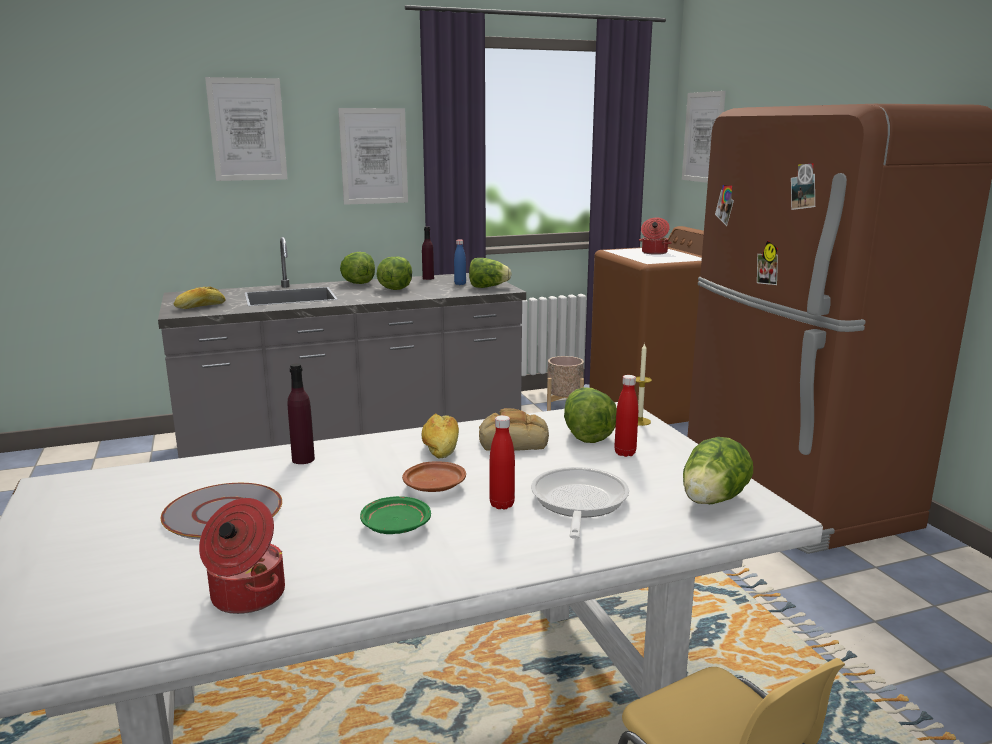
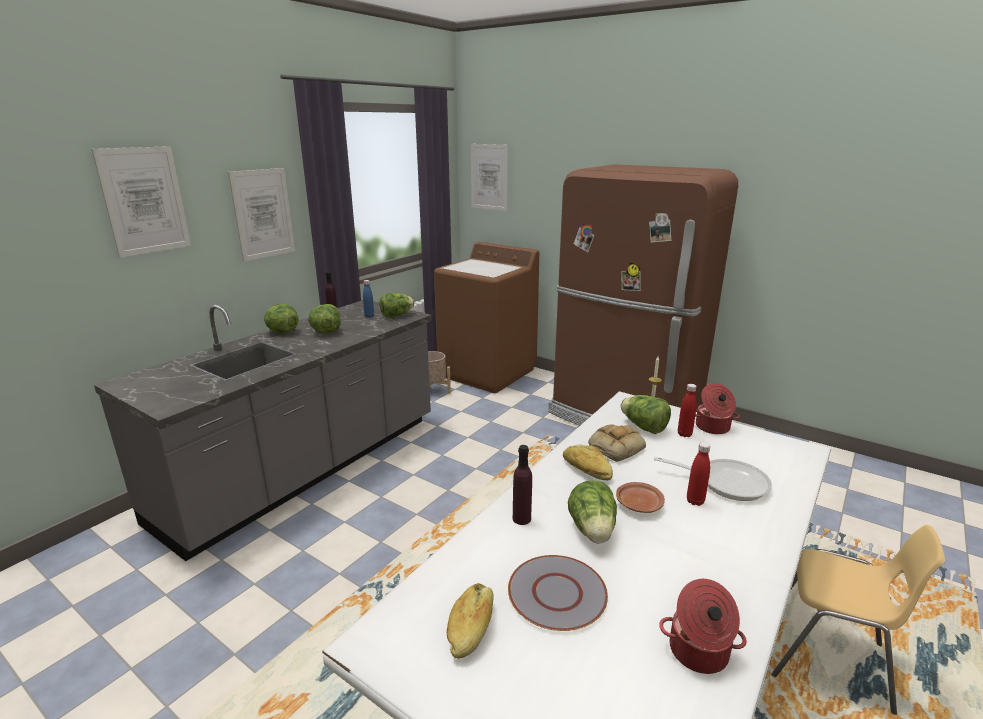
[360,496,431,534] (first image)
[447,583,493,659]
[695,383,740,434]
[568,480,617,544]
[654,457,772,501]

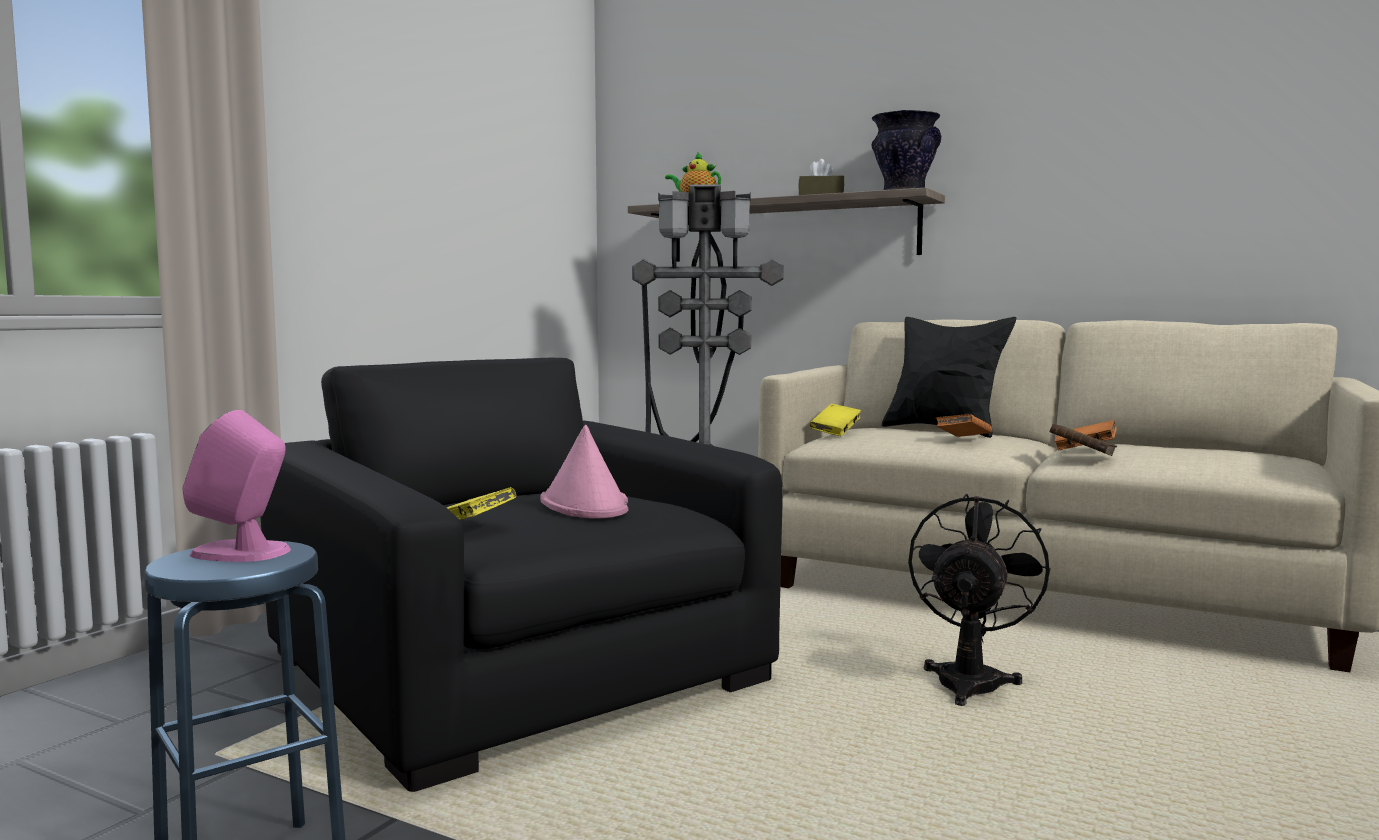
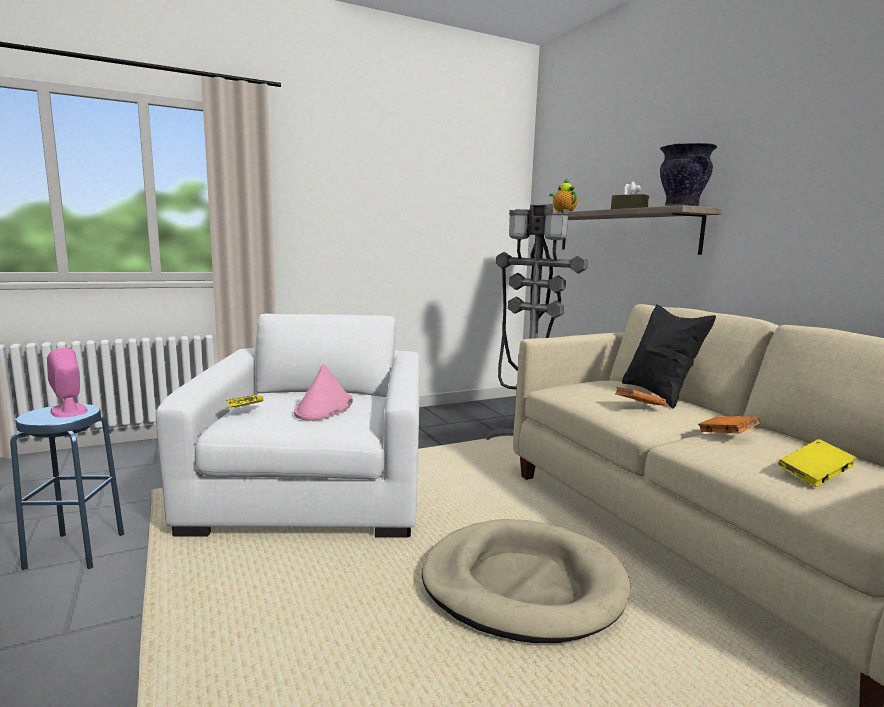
[1049,424,1117,456] (first image)
[778,439,857,487]
[422,519,631,643]
[156,314,420,538]

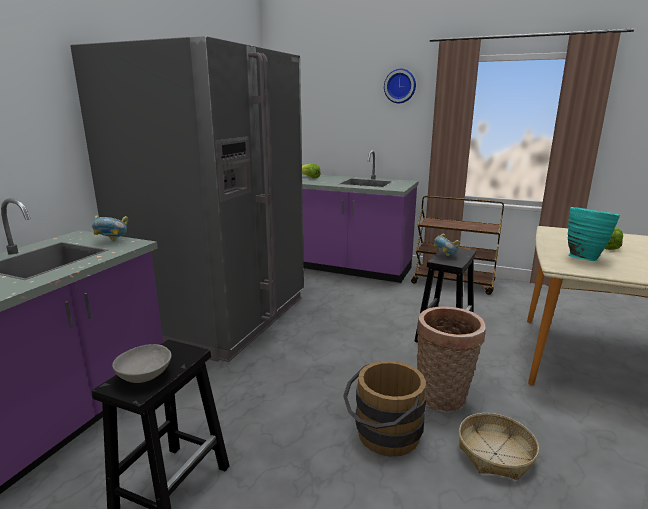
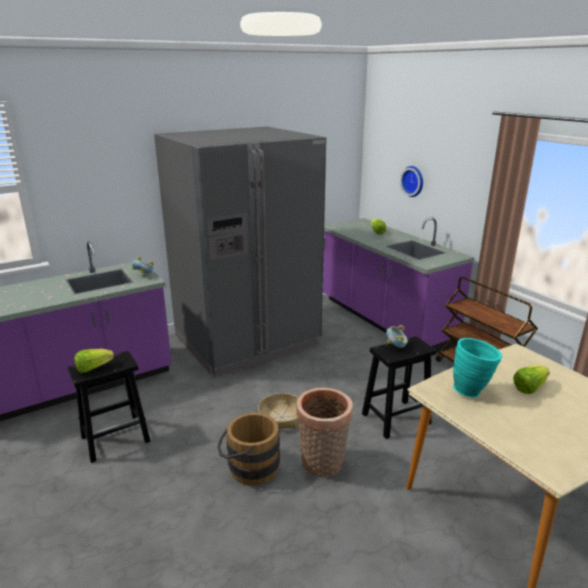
[400,166,423,197]
[258,393,299,429]
[74,349,114,373]

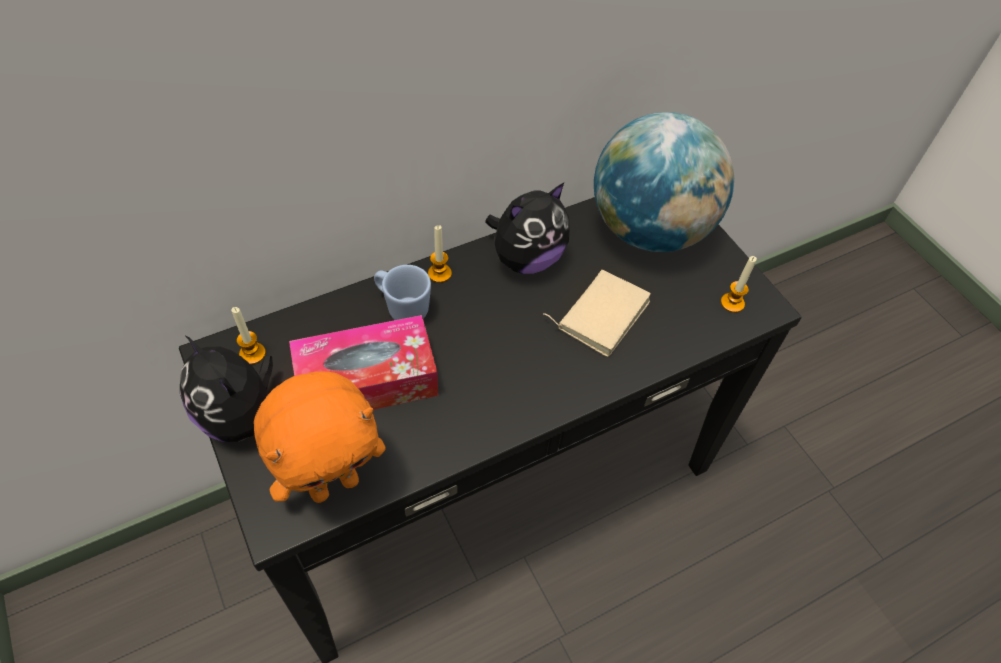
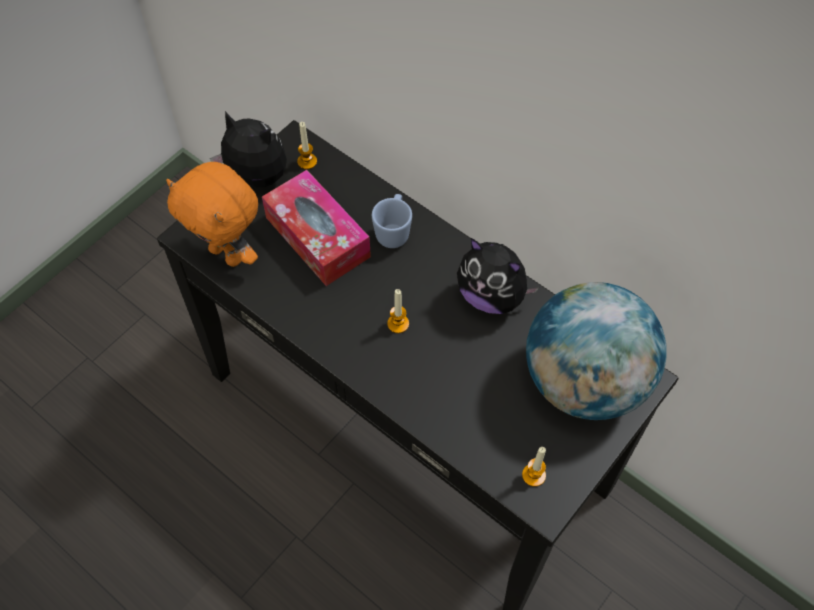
[544,270,651,357] (first image)
[387,289,409,333]
[210,111,287,187]

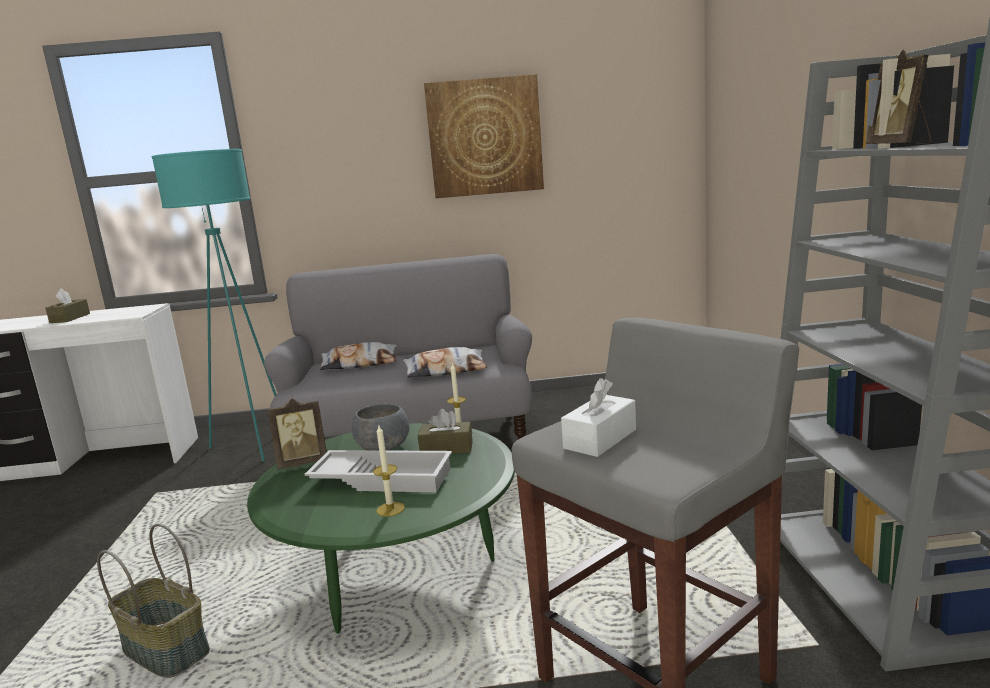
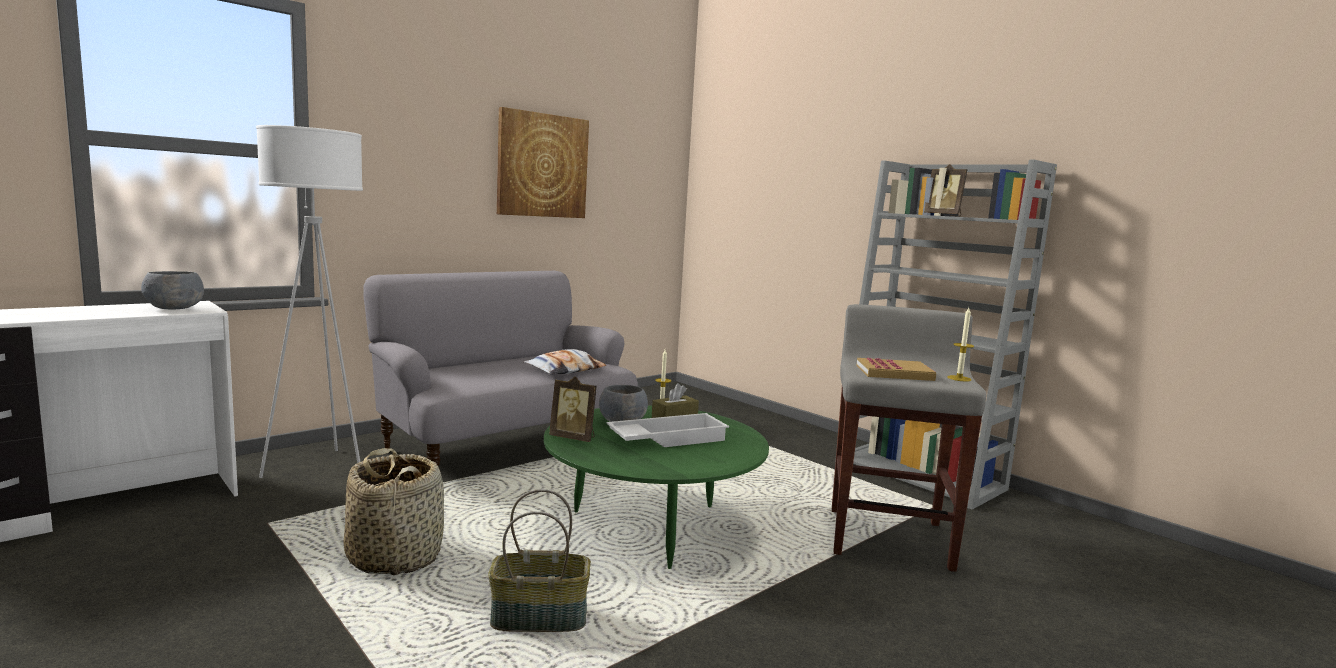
[45,288,90,323] (first image)
[319,342,397,370] (first image)
[141,271,204,310]
[344,448,444,575]
[948,308,974,381]
[856,358,936,381]
[256,125,363,478]
[549,376,597,442]

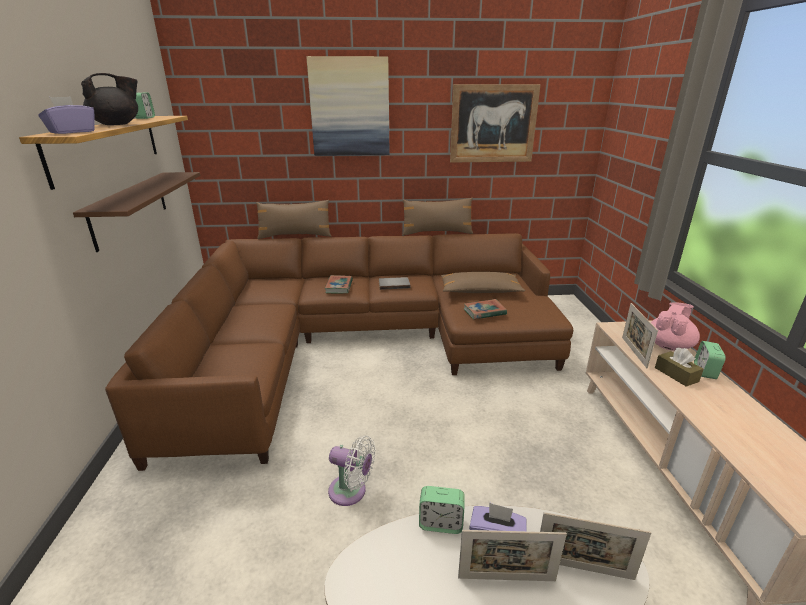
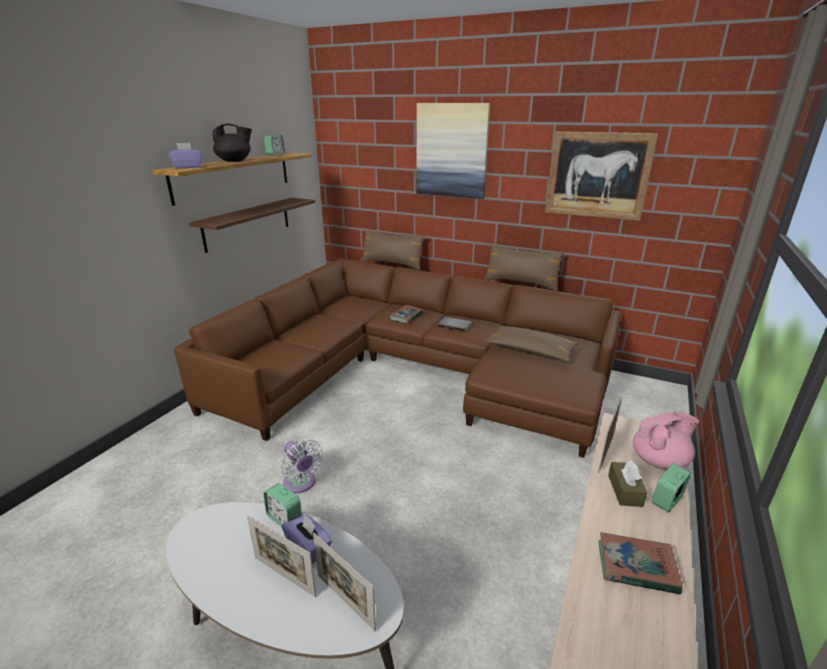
[598,532,683,594]

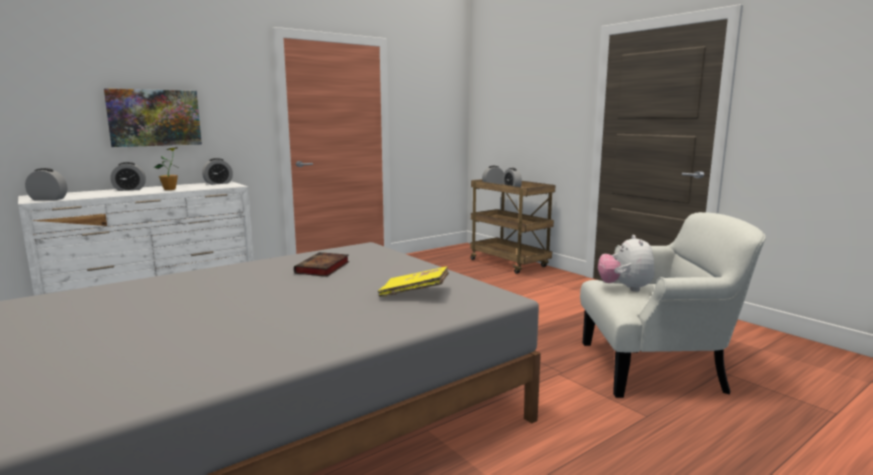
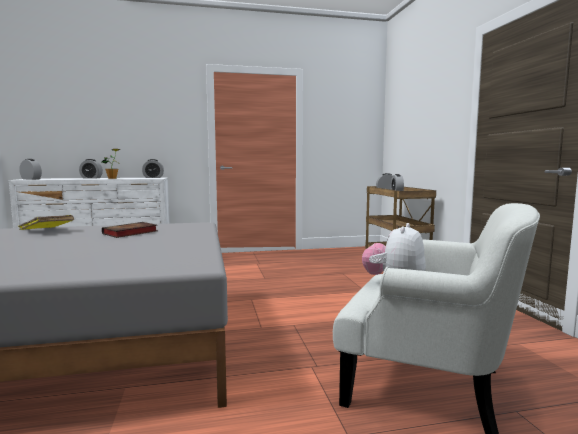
[104,88,202,147] (first image)
[18,215,74,230]

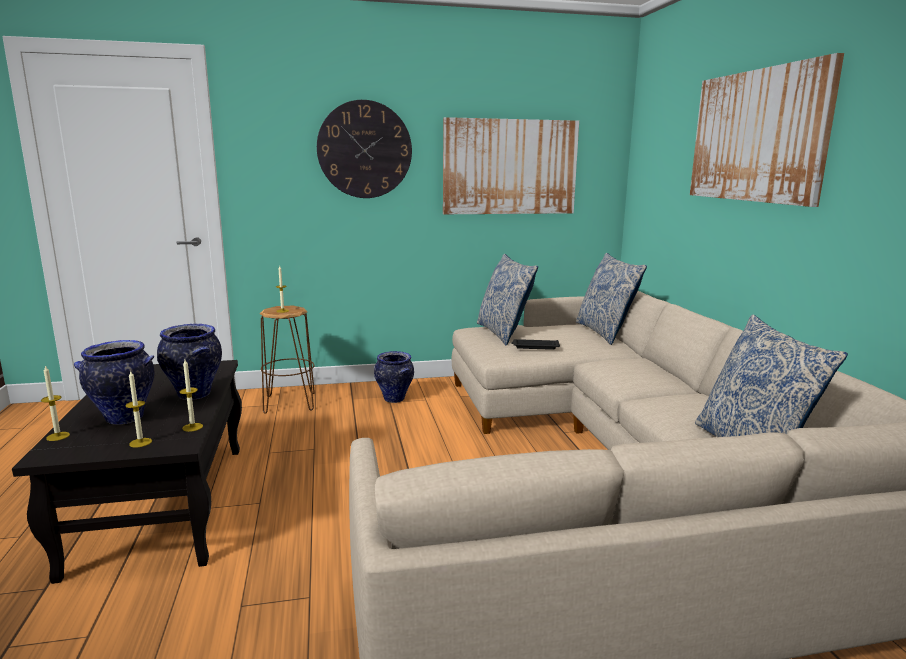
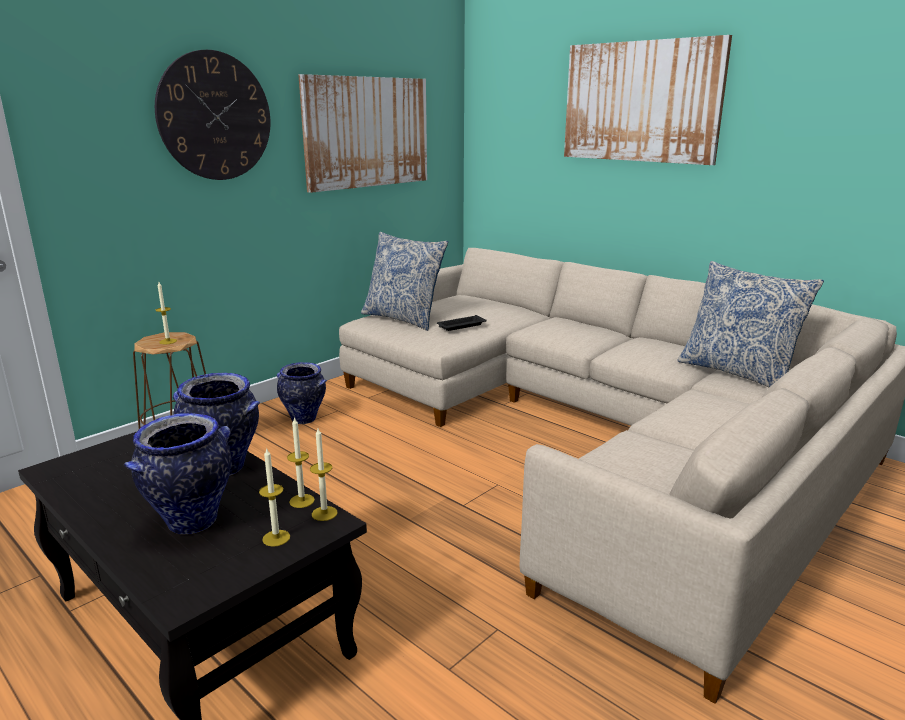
[576,253,647,345] (first image)
[310,428,338,521]

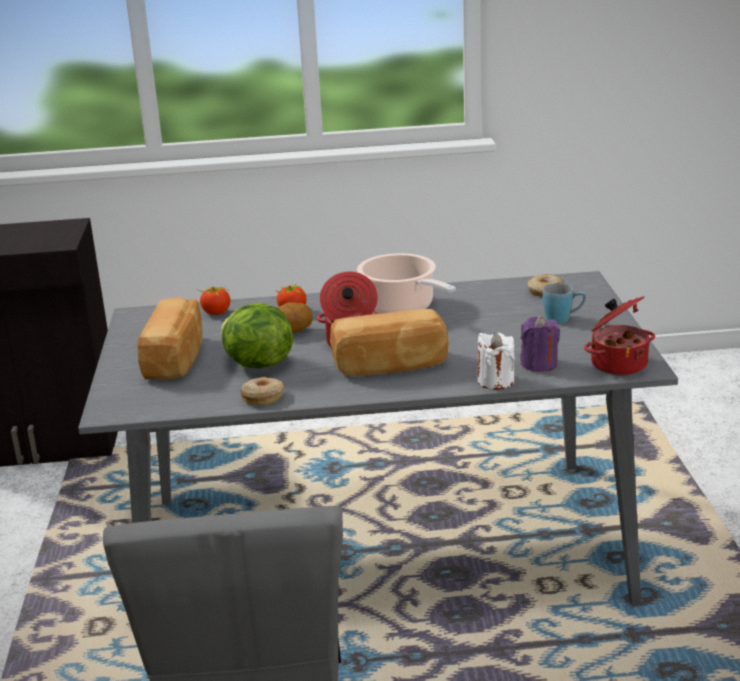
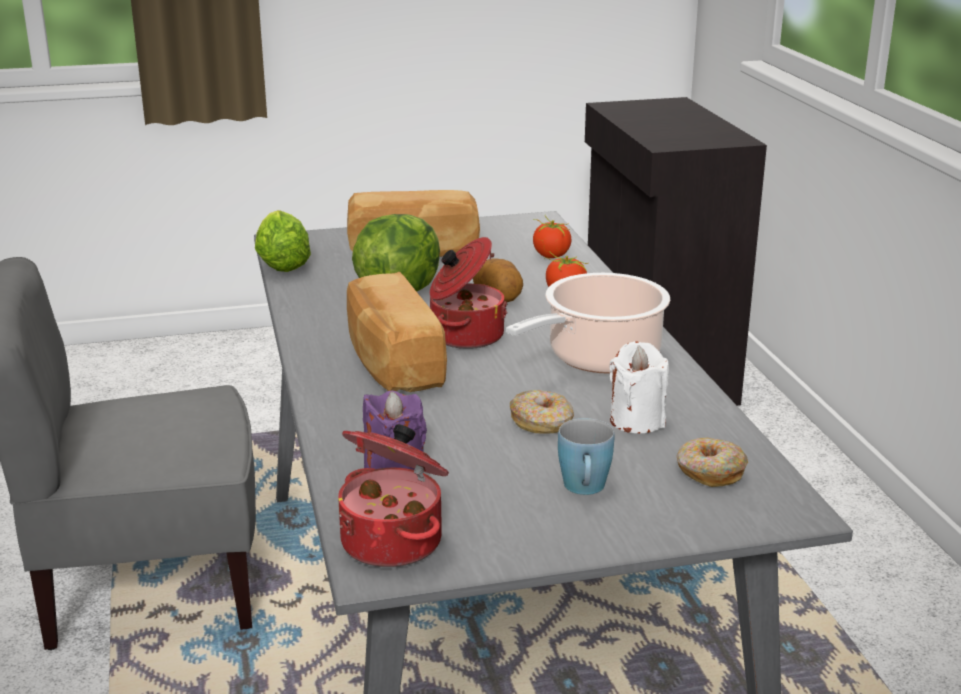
[255,210,311,272]
[510,390,574,434]
[609,341,669,433]

